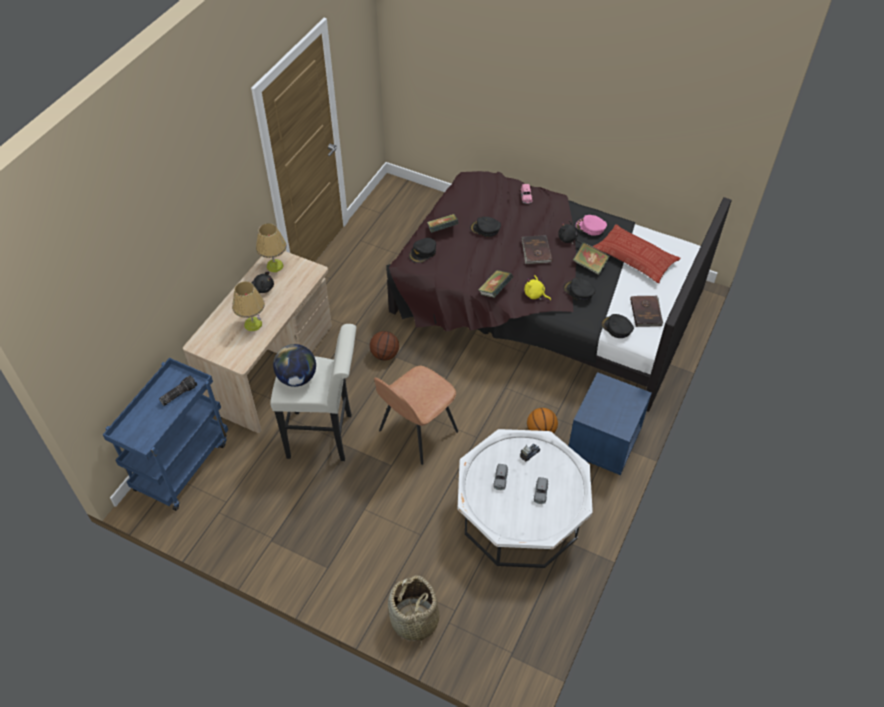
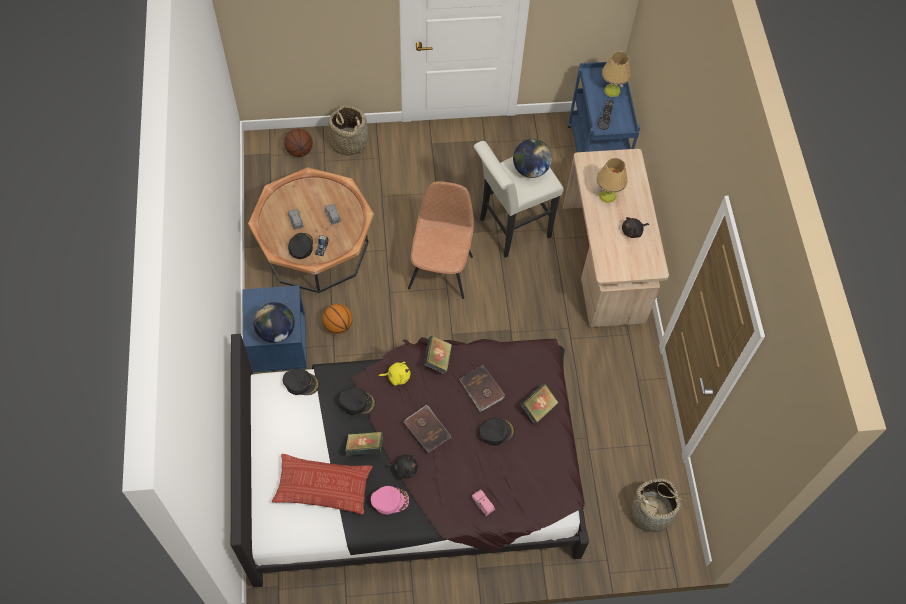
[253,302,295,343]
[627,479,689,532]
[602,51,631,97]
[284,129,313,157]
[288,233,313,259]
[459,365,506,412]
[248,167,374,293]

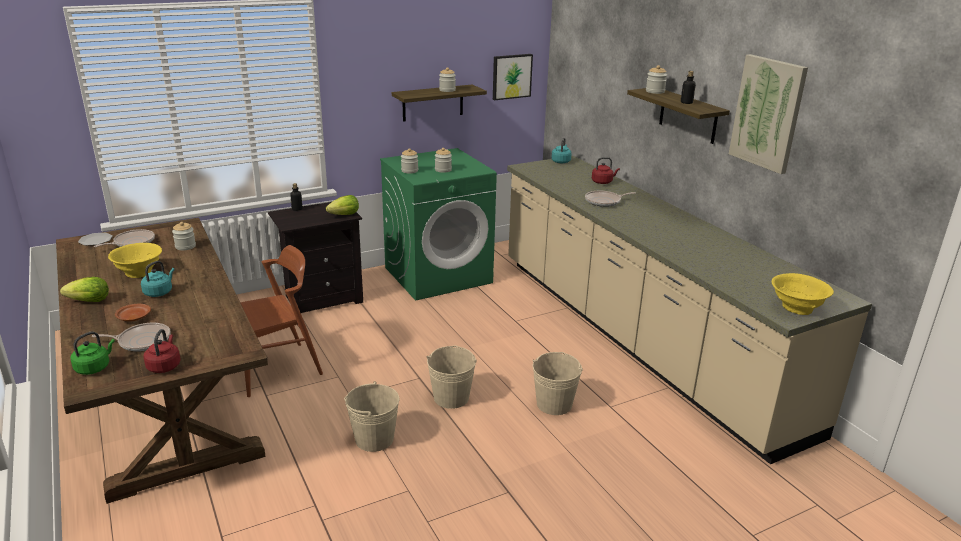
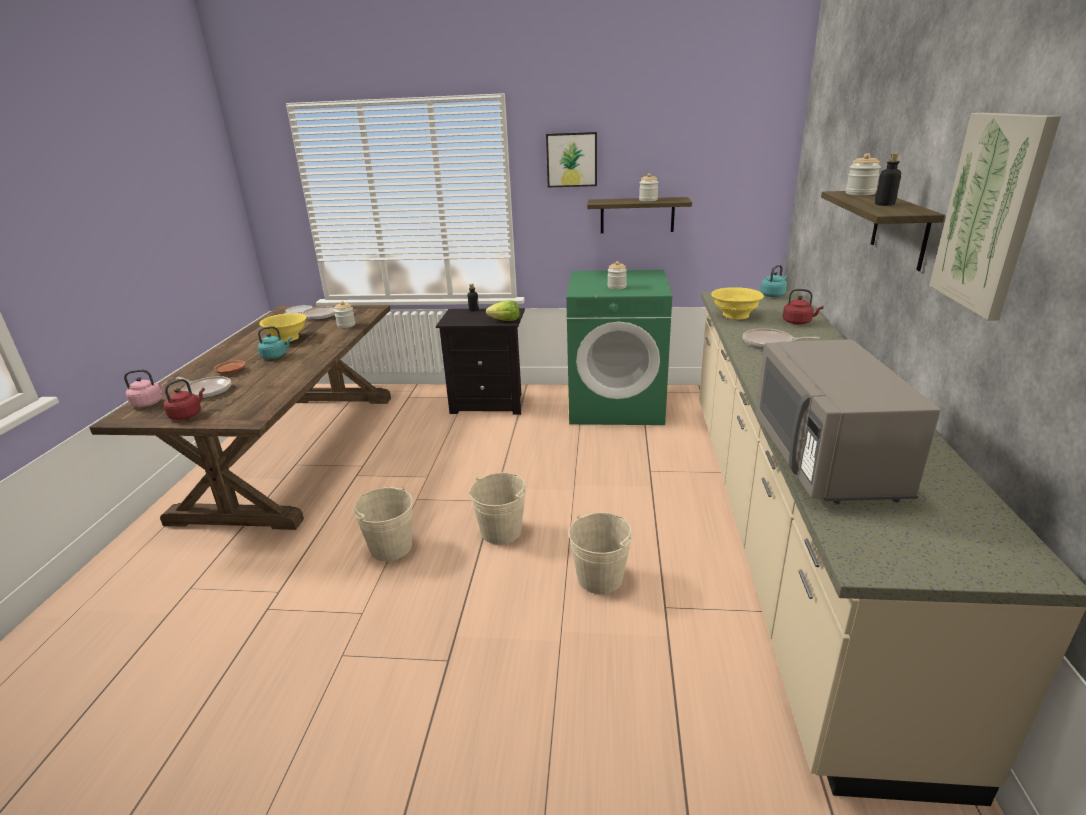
[60,277,109,302] (first image)
[240,245,323,397] (first image)
[401,148,418,174] (first image)
[756,339,940,504]
[546,132,597,187]
[711,287,764,320]
[124,369,168,407]

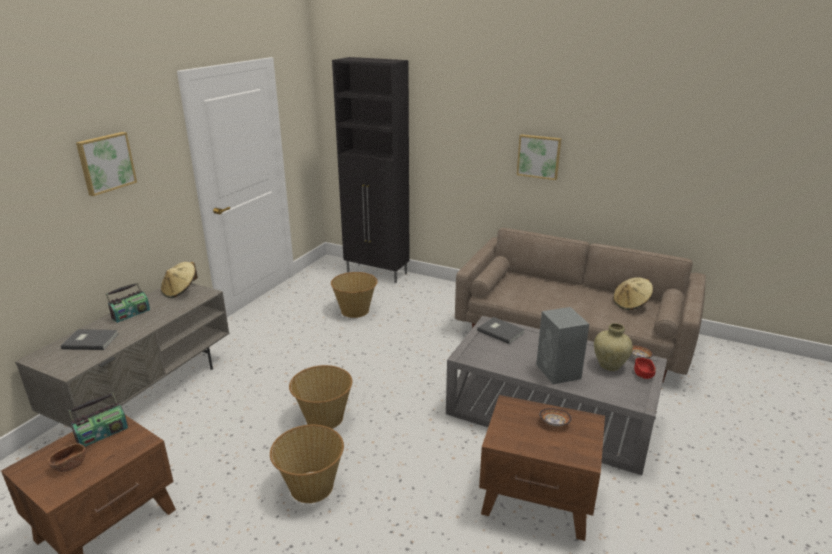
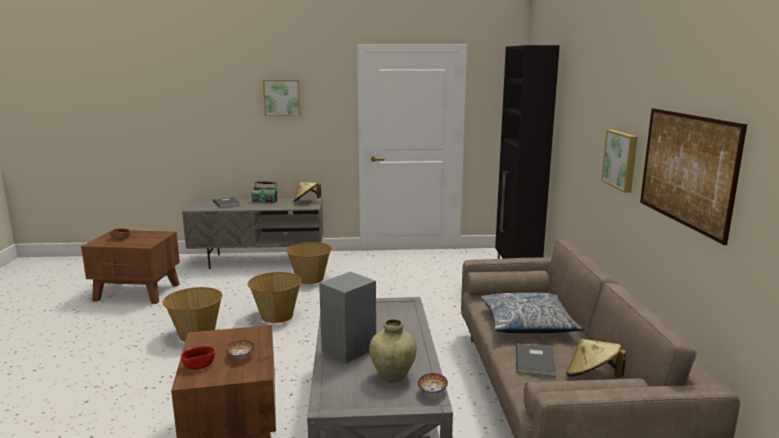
[68,393,128,447] (first image)
[481,293,584,333]
[640,108,747,245]
[286,242,332,284]
[516,344,556,377]
[181,346,215,370]

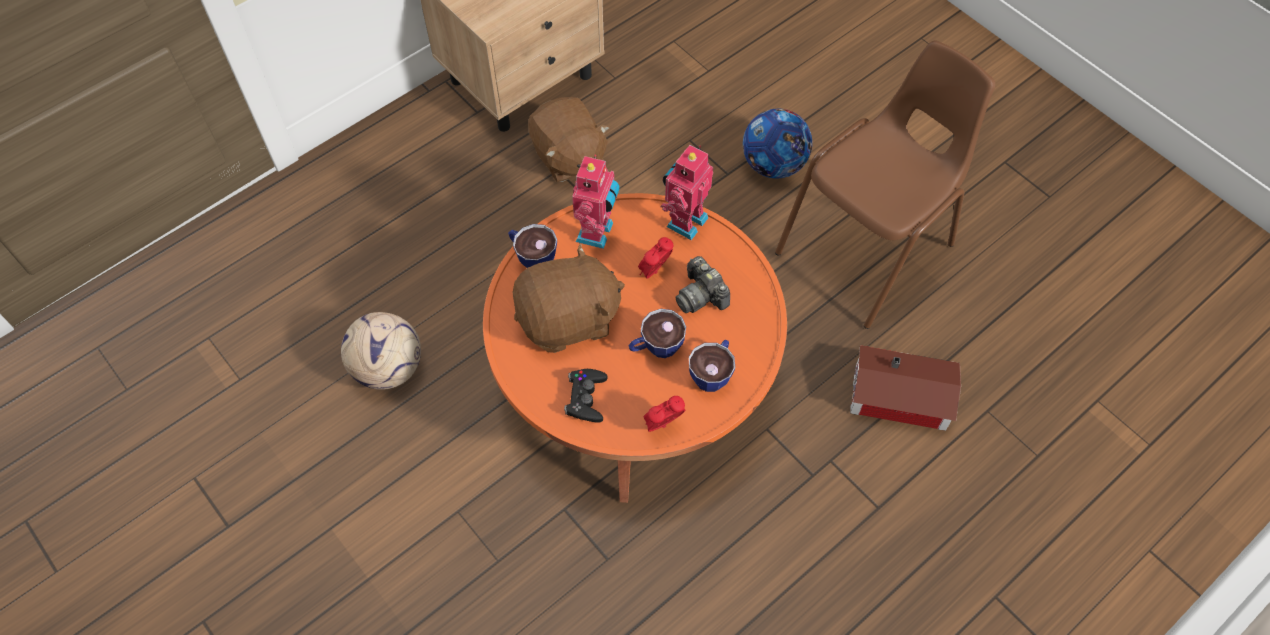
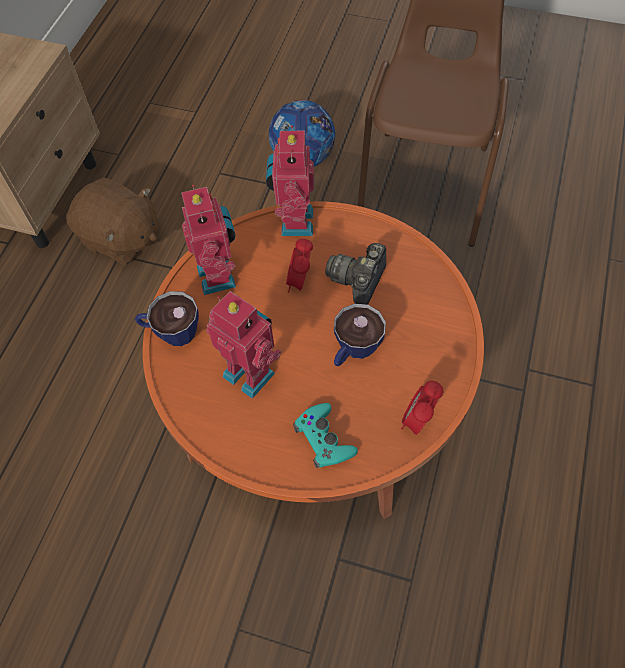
[341,312,421,390] (first image)
[689,340,735,392] (first image)
[850,345,961,431] (first image)
[206,291,282,399]
[293,403,358,468]
[325,242,386,305]

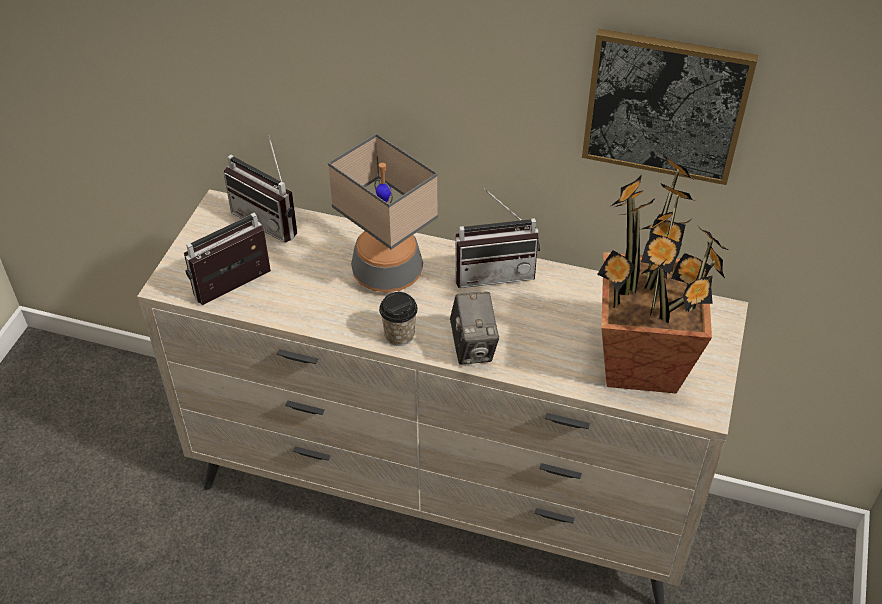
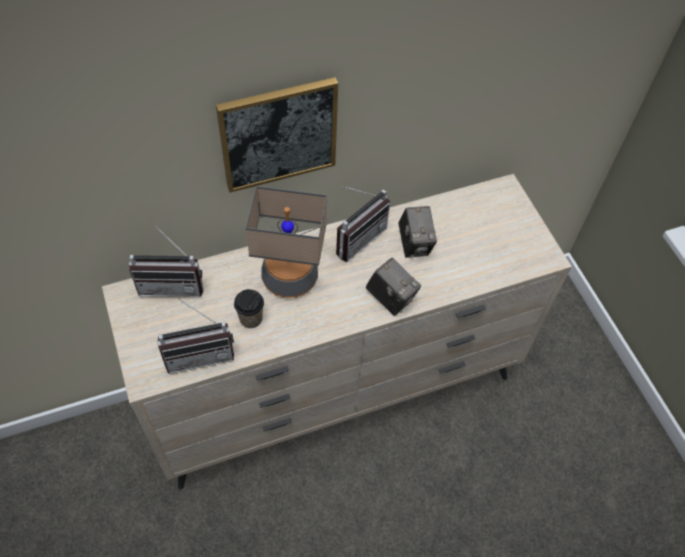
[597,155,728,393] (first image)
[398,206,437,258]
[234,289,264,328]
[216,77,338,193]
[157,298,234,374]

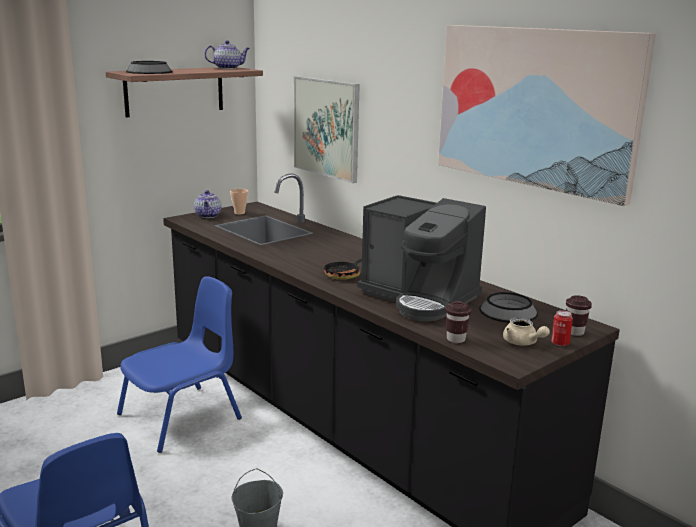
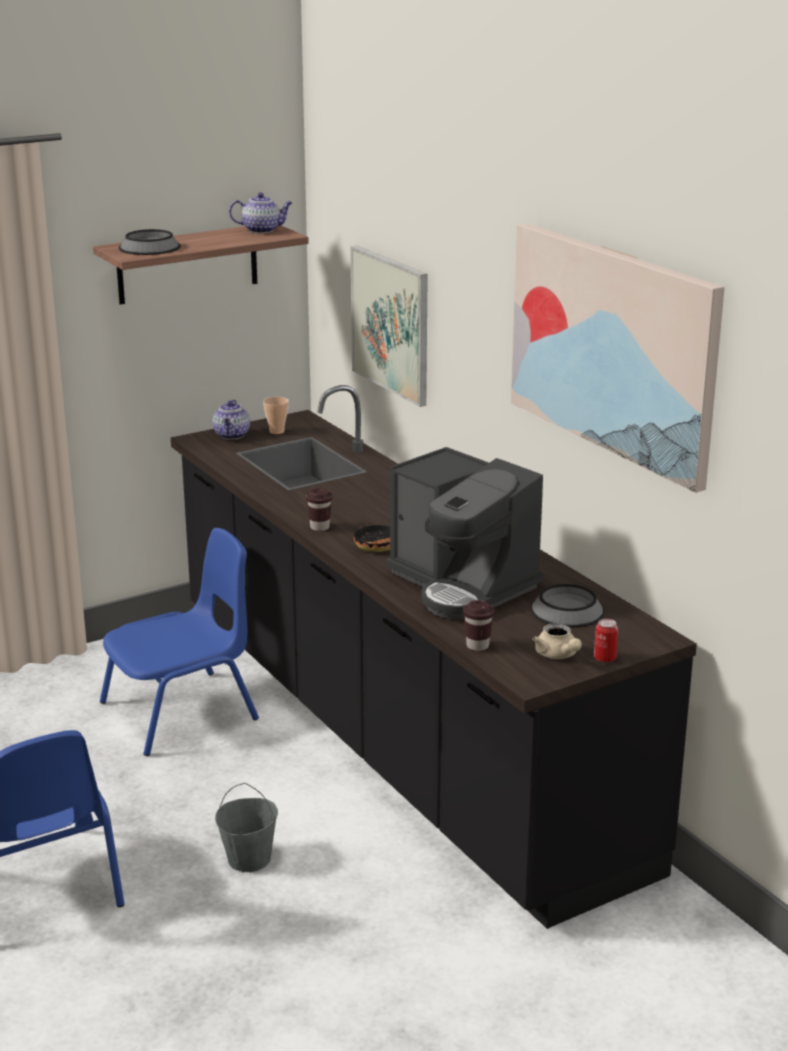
[306,488,332,531]

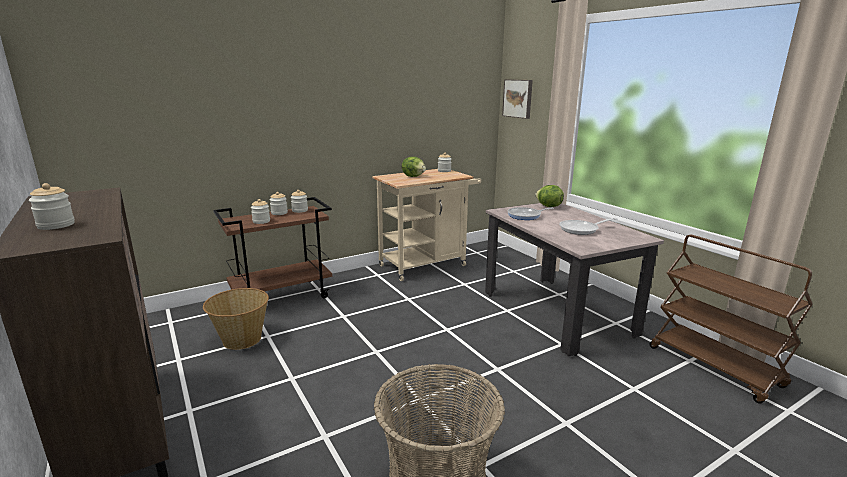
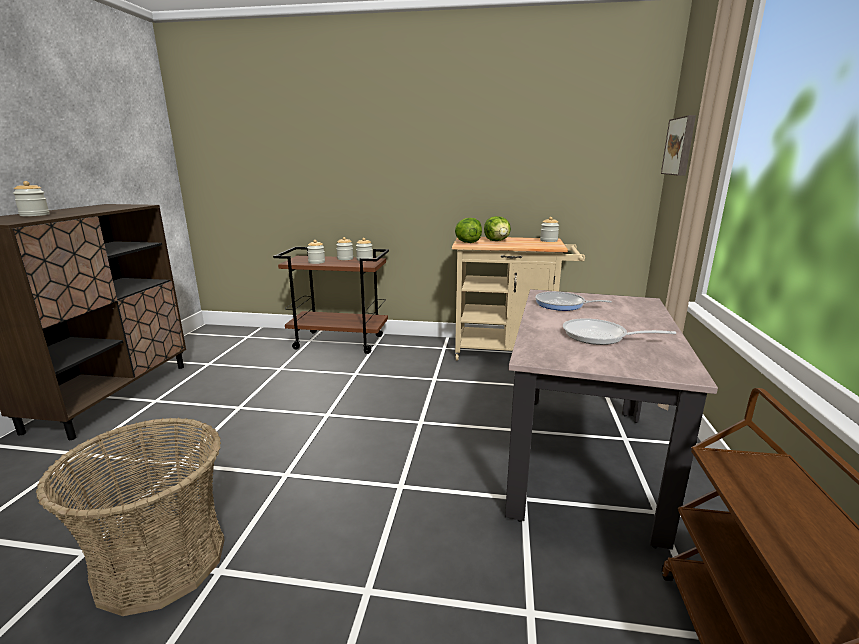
[203,288,269,350] (first image)
[455,218,482,243]

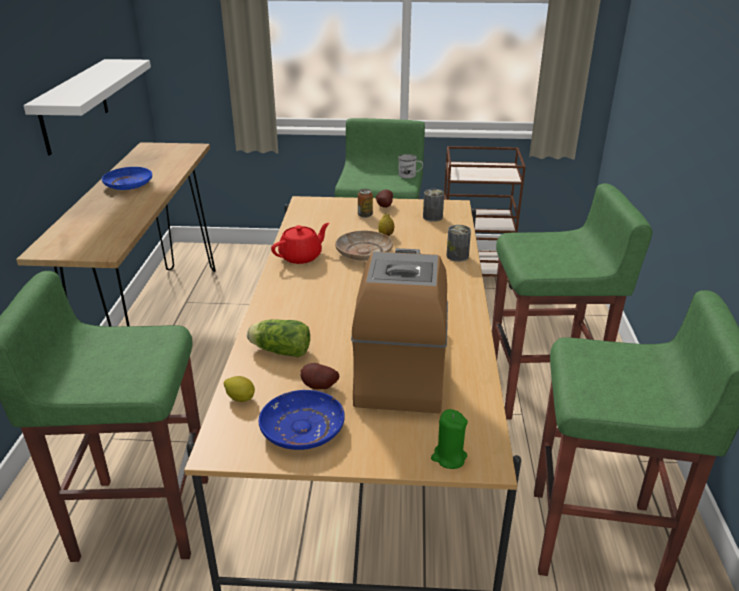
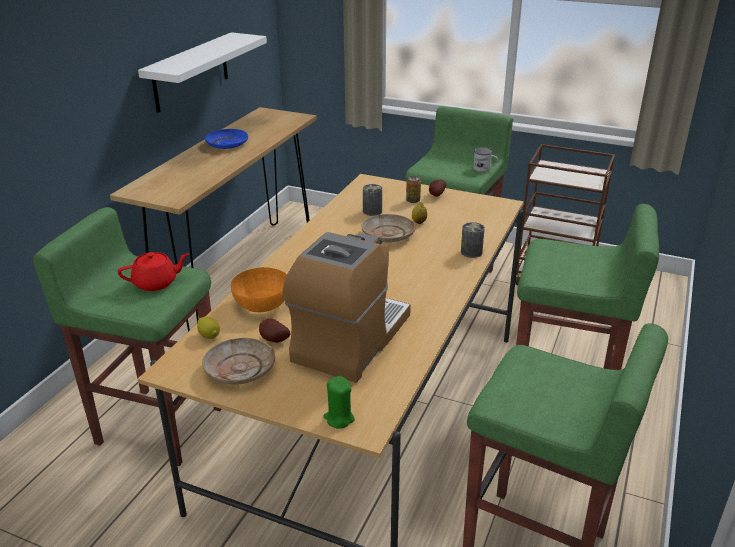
[118,252,190,291]
[363,184,382,216]
[231,267,287,312]
[202,338,275,385]

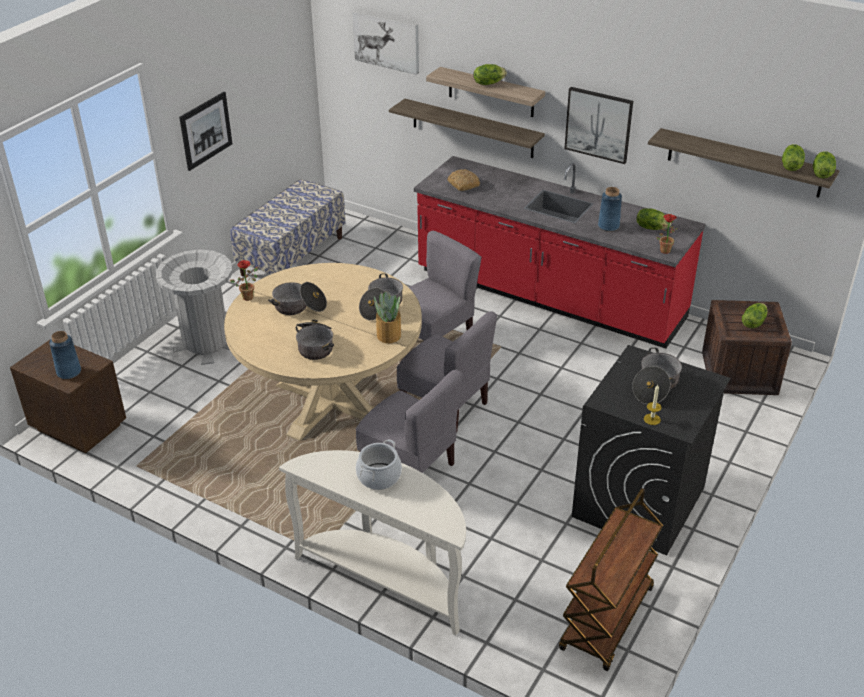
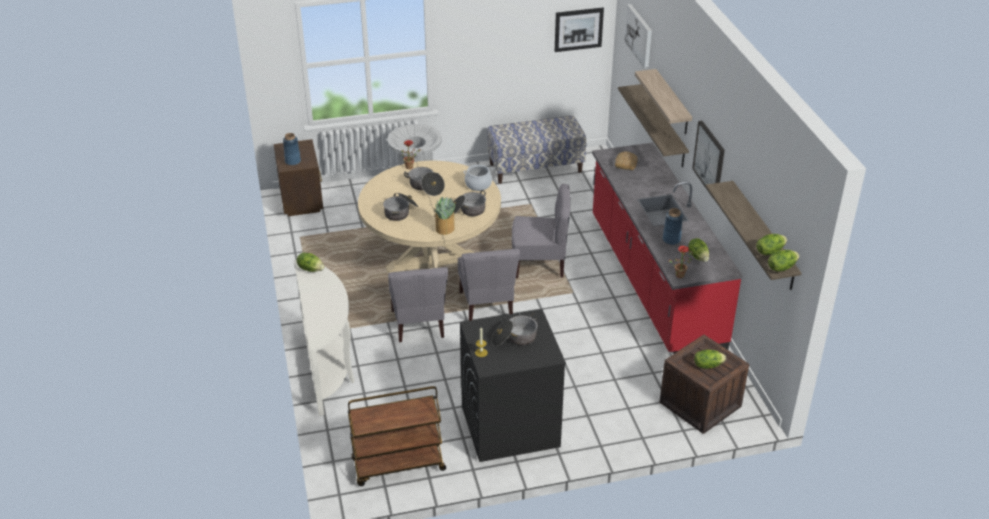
[555,8,604,52]
[463,165,493,191]
[297,252,324,272]

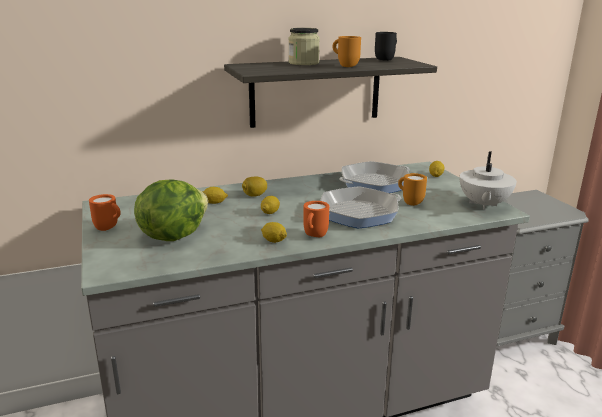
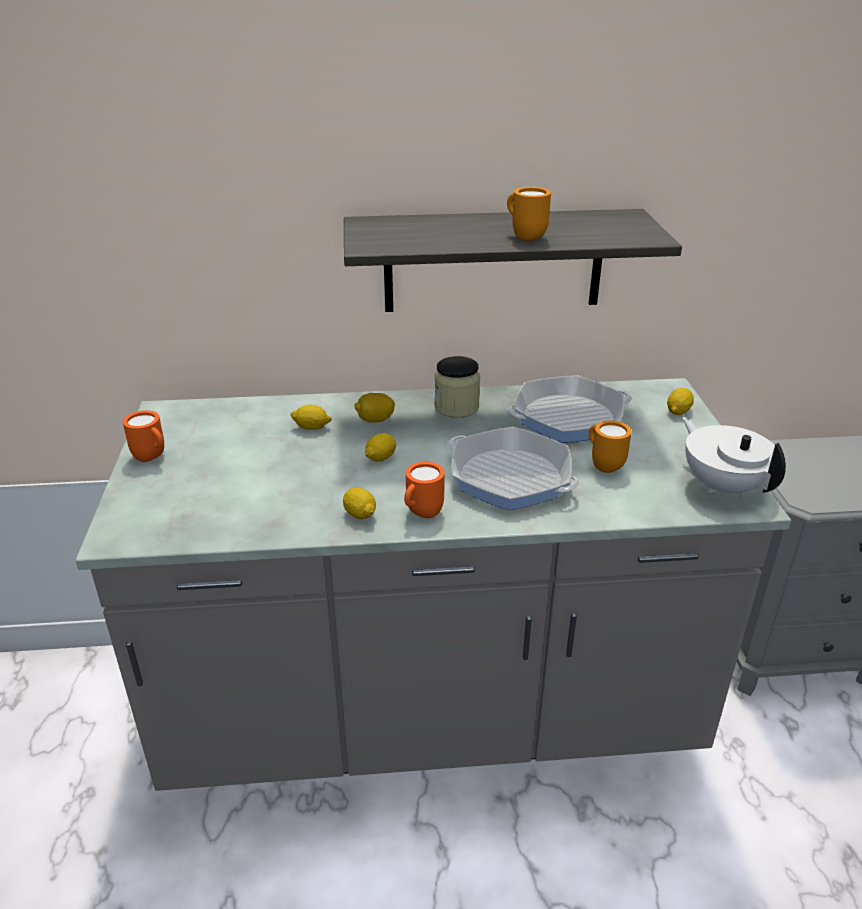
[134,179,208,241] (first image)
[375,32,397,61] (first image)
[435,356,480,418]
[448,427,580,510]
[682,417,786,498]

